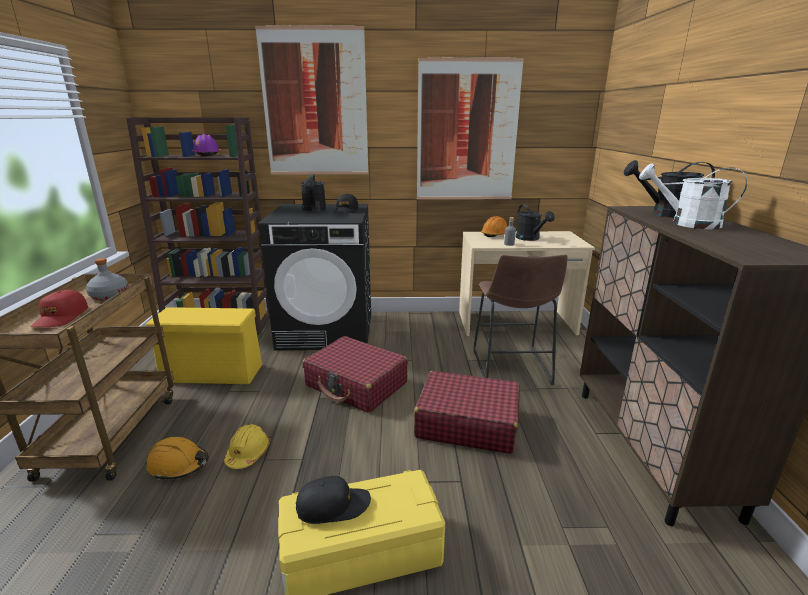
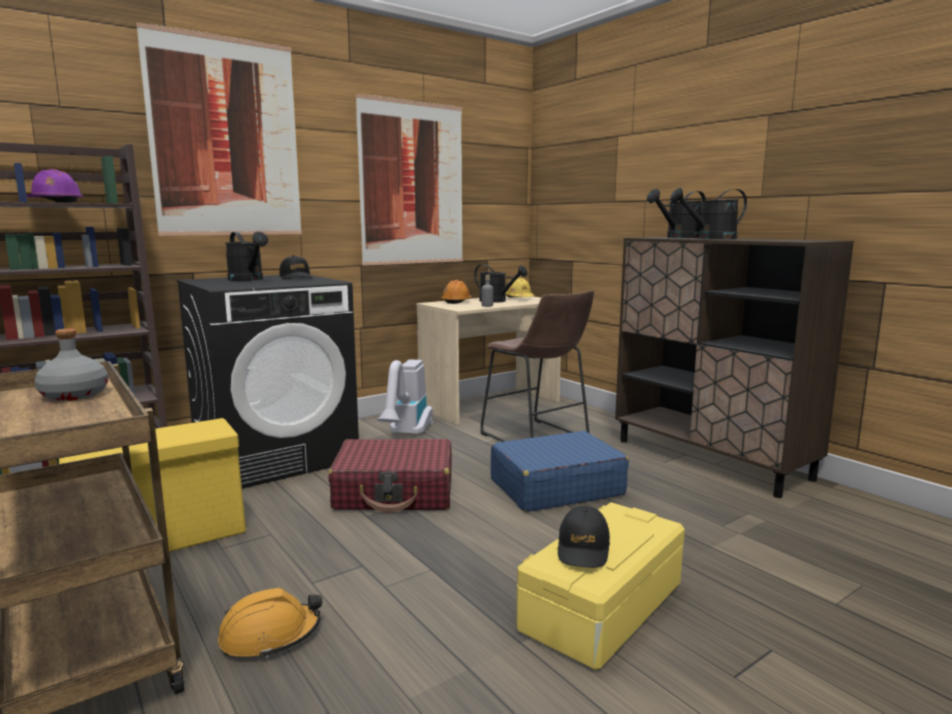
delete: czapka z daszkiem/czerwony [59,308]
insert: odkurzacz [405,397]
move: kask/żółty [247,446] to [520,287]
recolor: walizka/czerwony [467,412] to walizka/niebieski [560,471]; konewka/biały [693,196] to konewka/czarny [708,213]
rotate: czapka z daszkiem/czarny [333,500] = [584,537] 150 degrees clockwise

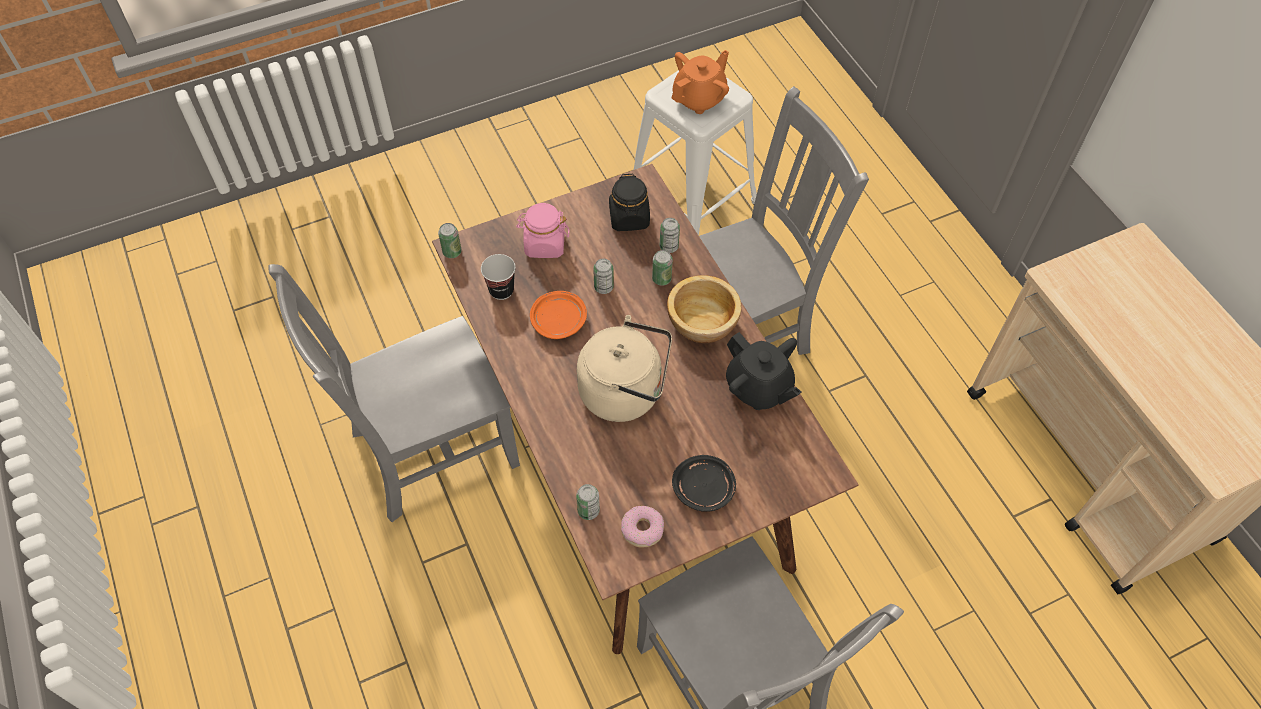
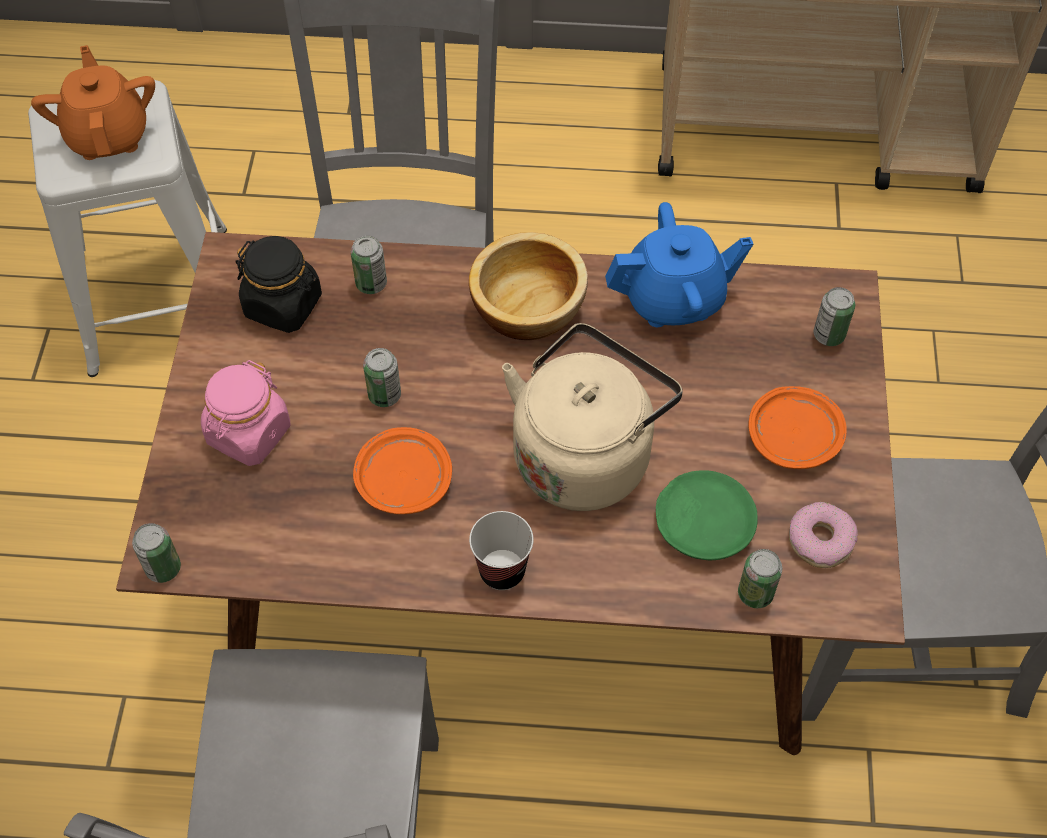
insert: talerz/zielony [707,515]
move: filiżanka [498,277] to [501,550]; puszka [662,268] to [834,316]
recolor: talerz/czarny [704,483] to talerz/pomarańczowy [798,427]; imbryk/czarny [763,371] to imbryk/niebieski [679,264]

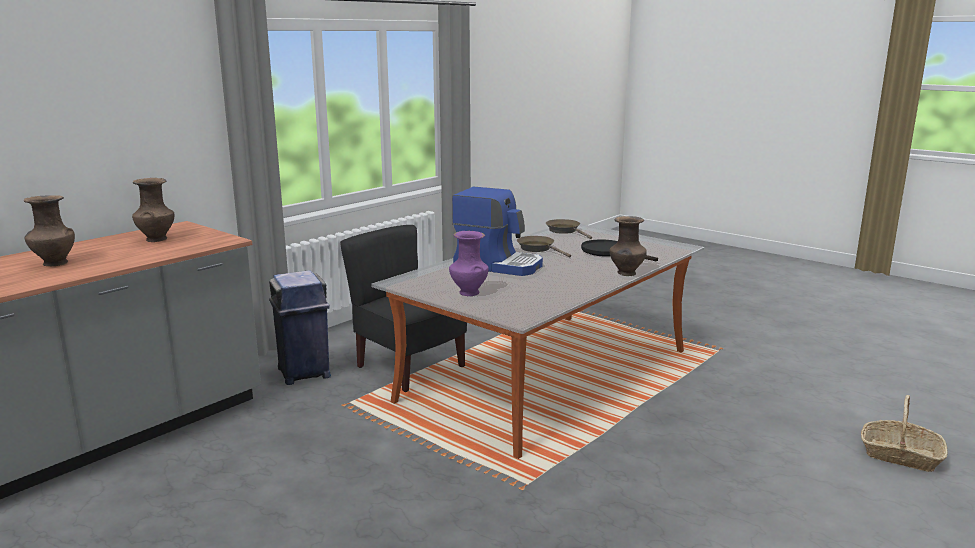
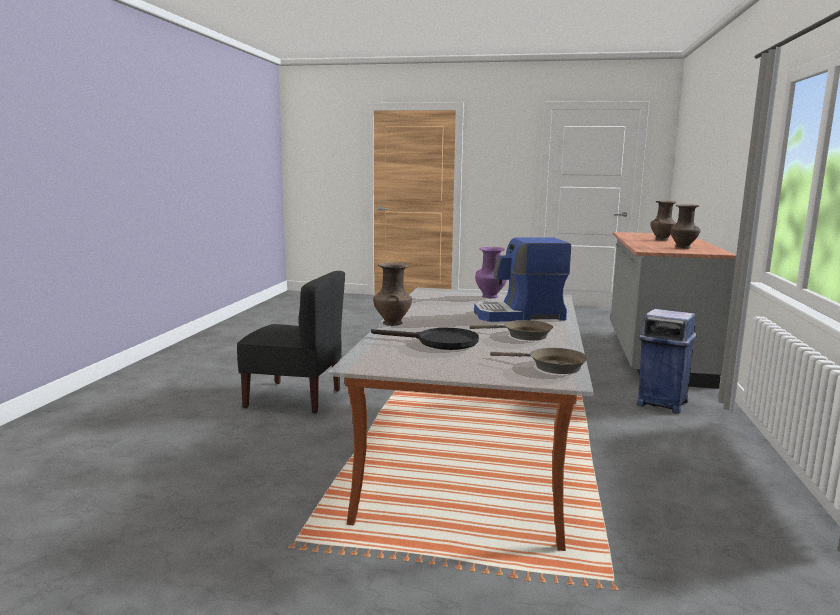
delete: koszyk [904,433]
move: krzesło/czarny [403,308] to [291,342]

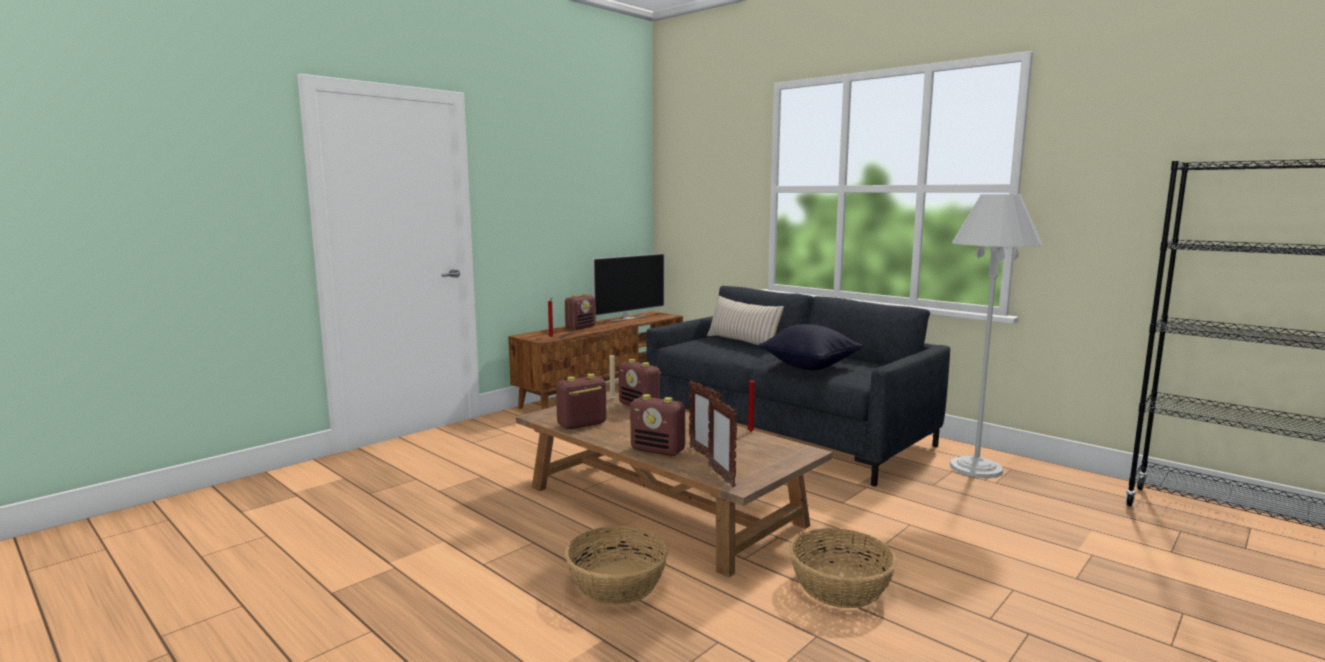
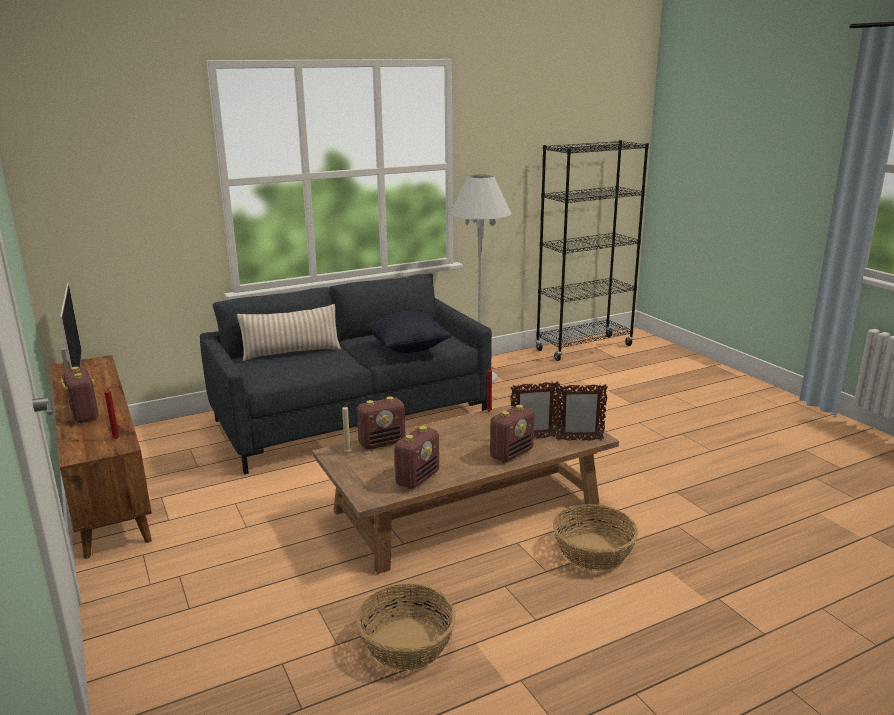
move: koszyk [843,568] to [406,627]
rotate: radio [581,401] = [416,457] 135 degrees counterclockwise

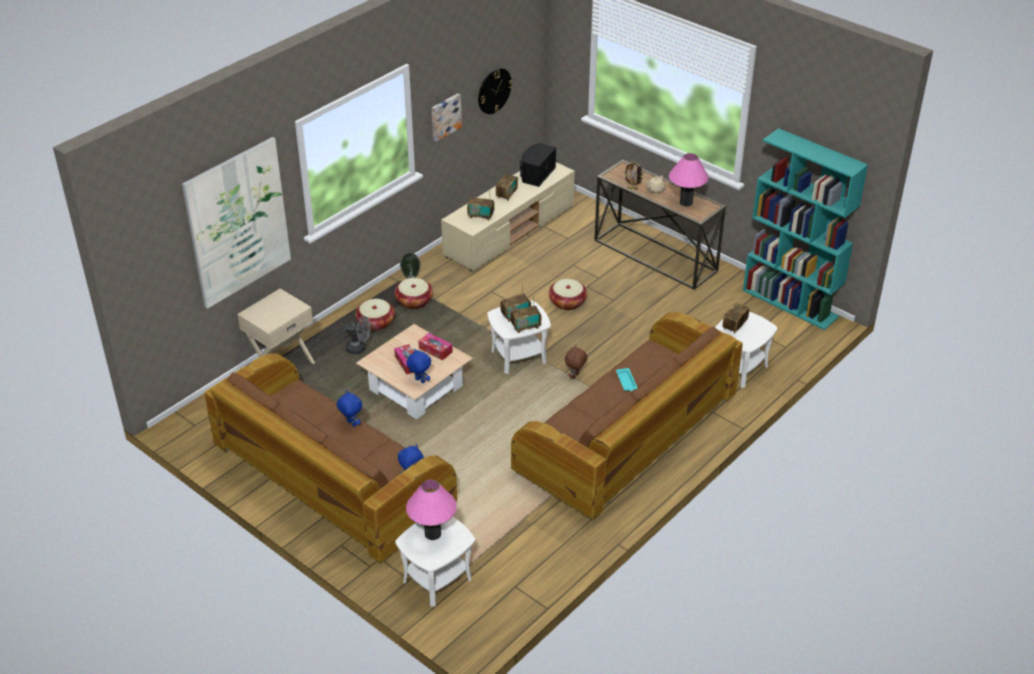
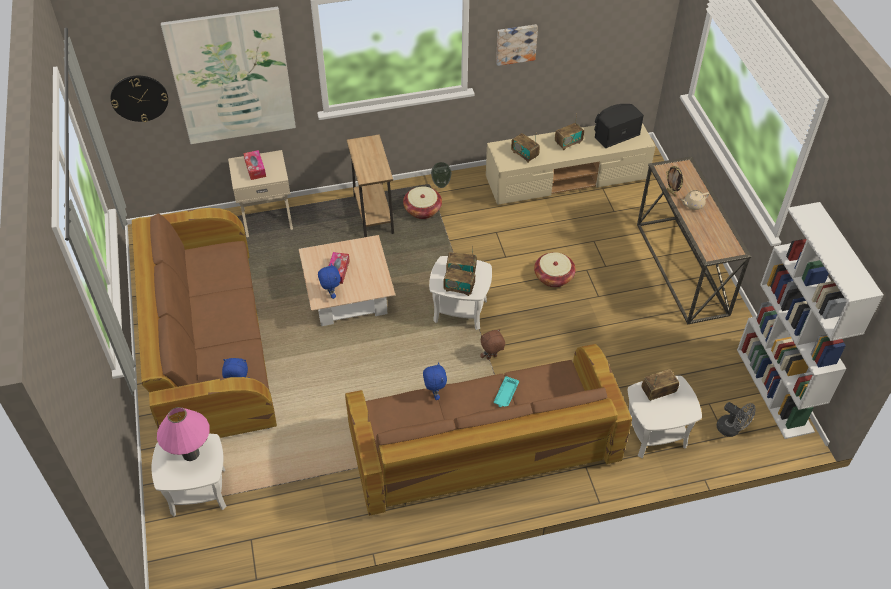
delete: lampa stołowa/różowy [689,180]
move: pluszak/niebieski [349,408] to [435,381]; wentylator/szary [357,335] to [736,419]; pudełko chusteczek [435,347] to [254,165]; zegar ścienny [495,91] to [139,99]
replace: koszyk [375,315] to stolik/brązowy [370,185]
recolor: regał/turkusowy [805,229] to regał/biały [810,320]

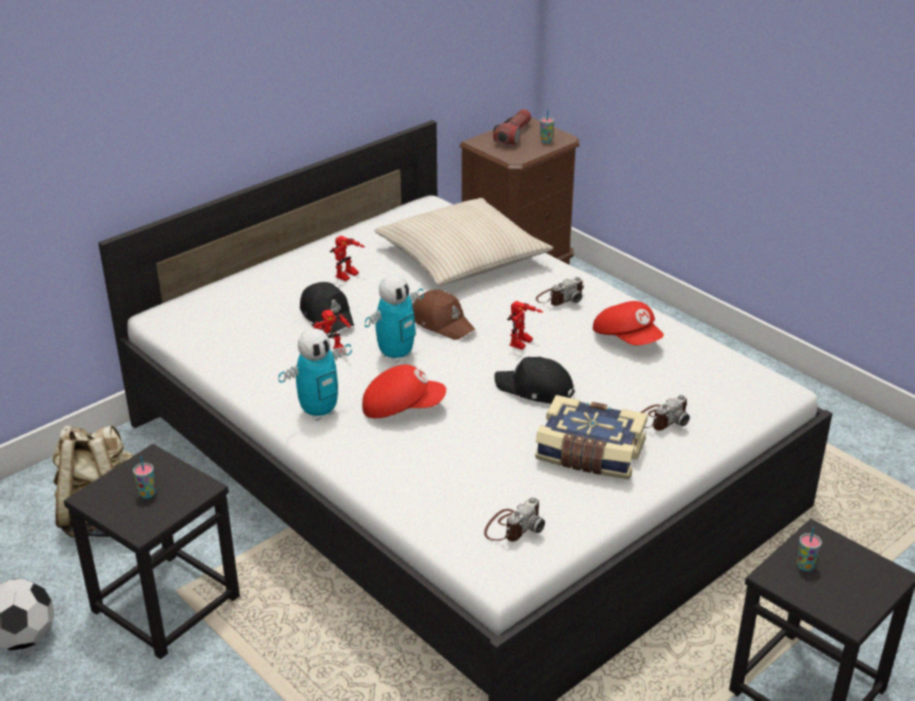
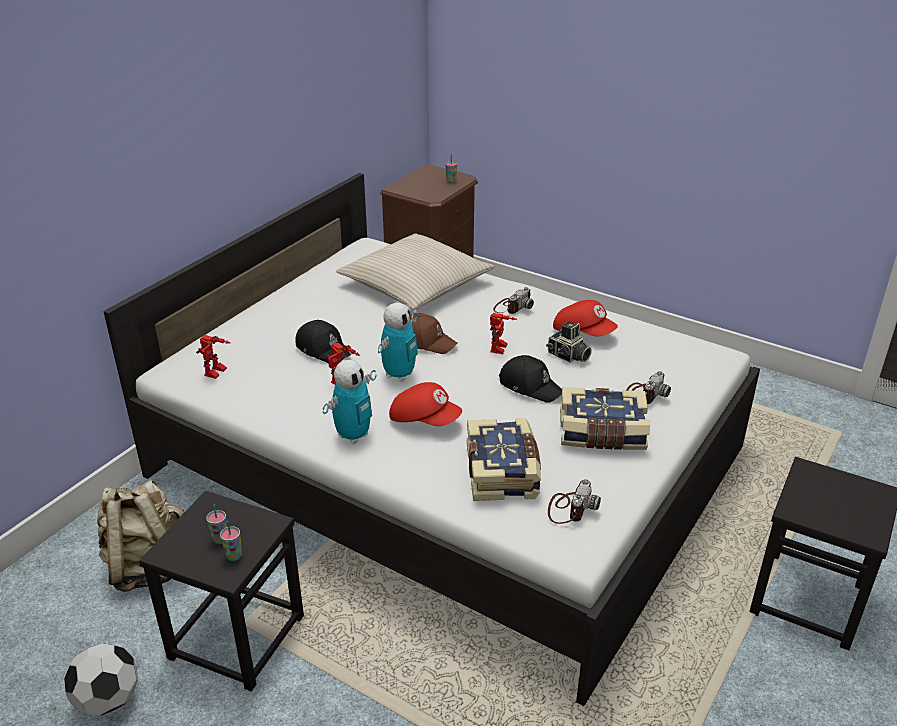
delete: latarka [512,127]
insert: książka [504,459]; aparat fotograficzny [569,342]
move: robot zabawkowy [347,258] to [213,357]; filiżanka [809,549] to [231,541]
rotate: czapka z daszkiem/czerwony [404,391] = [425,404] 45 degrees clockwise; czapka z daszkiem/czarny [534,380] = [530,379] 150 degrees counterclockwise

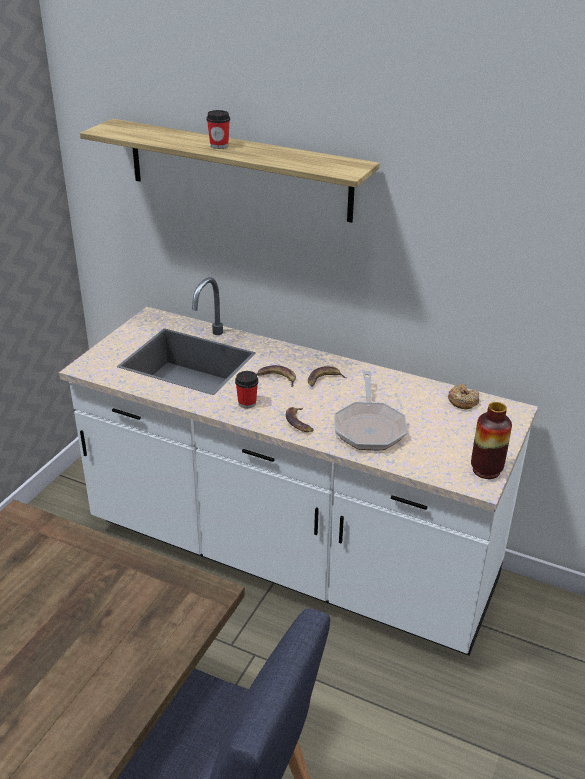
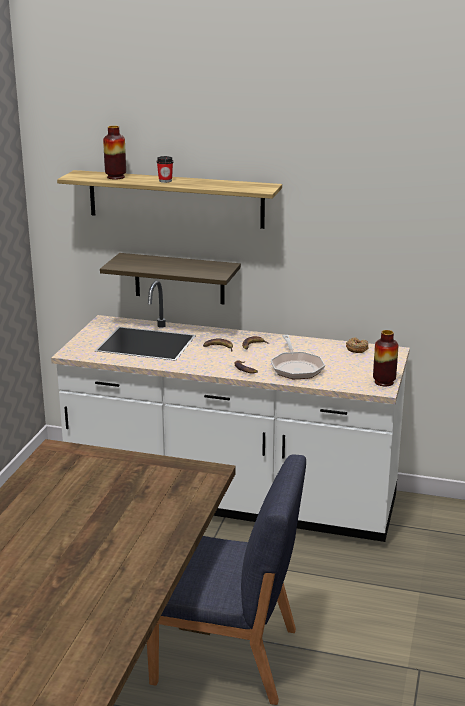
delete: filiżanka [246,389]
insert: półka [170,278]; wazon [114,153]

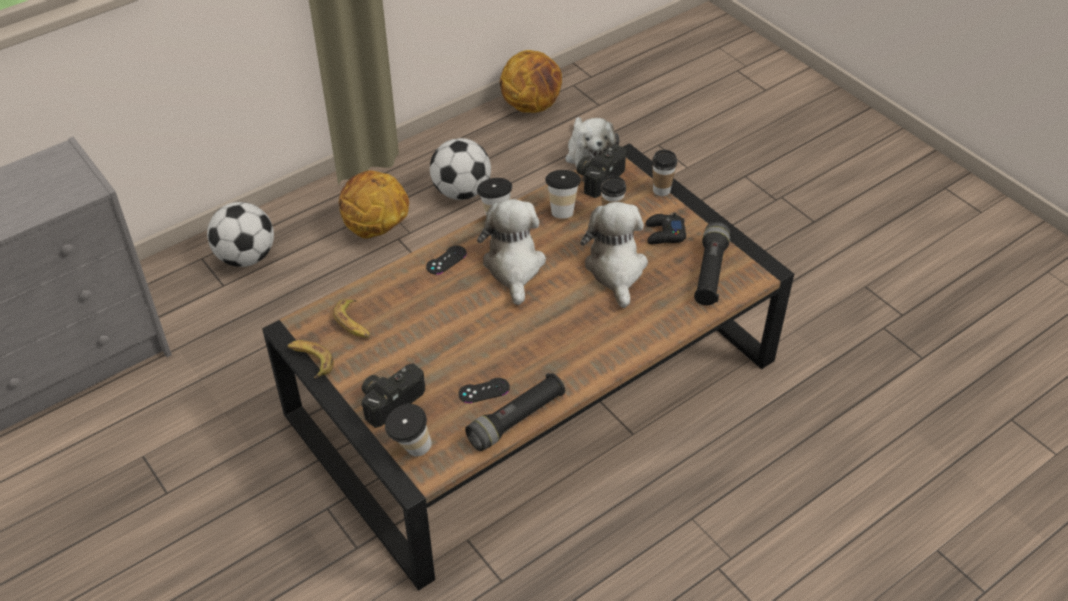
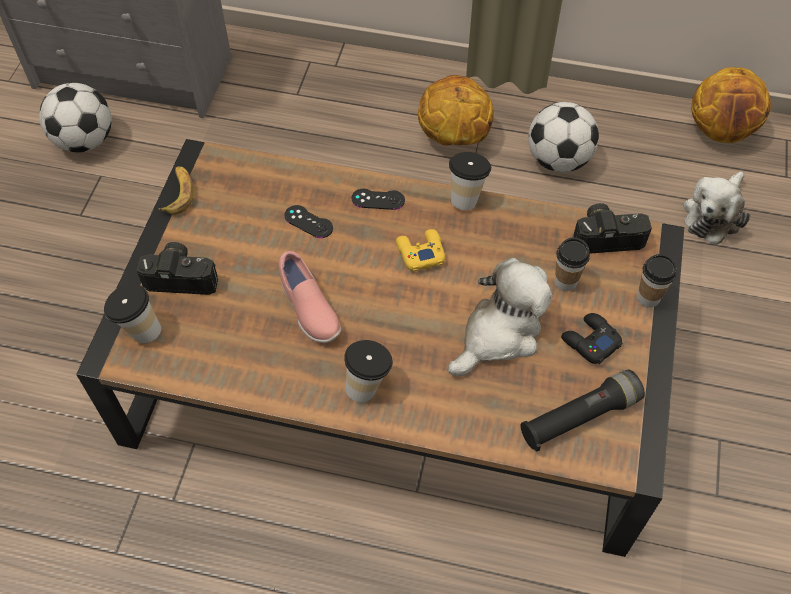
delete: banan [352,318]; latarka/czarny [515,412]
insert: but/różowy [310,297]
move: piłka futbolowa [240,234] to [75,117]; pad do gier/czarny [484,390] to [308,221]; filiżanka [563,194] to [368,371]
replace: pluszak [511,252] to pad do gier/żółty [420,250]

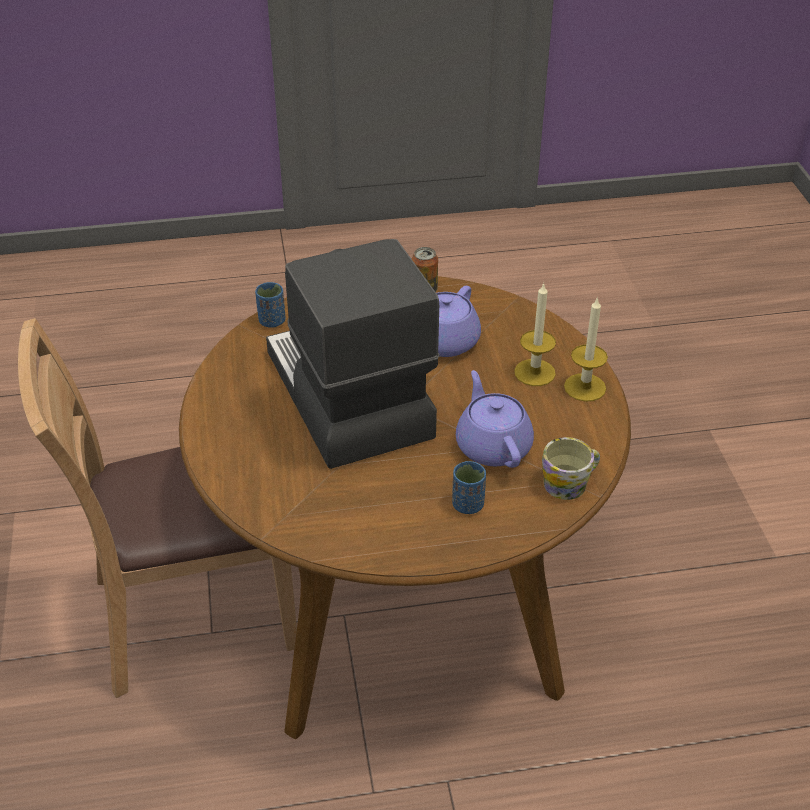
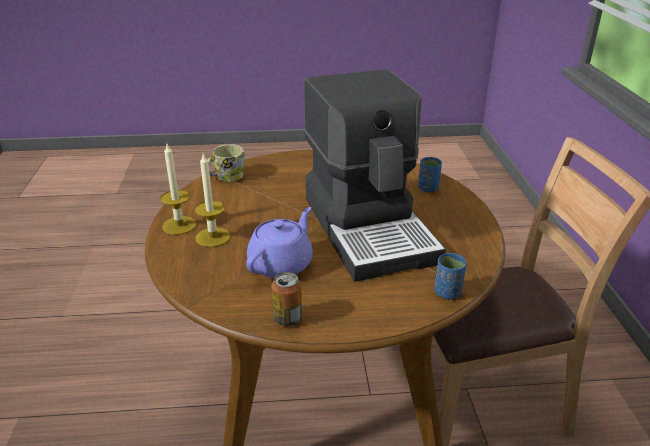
delete: imbryk/fioletowy [495,419]
move: filiżanka/niebieski [469,487] to [430,174]

